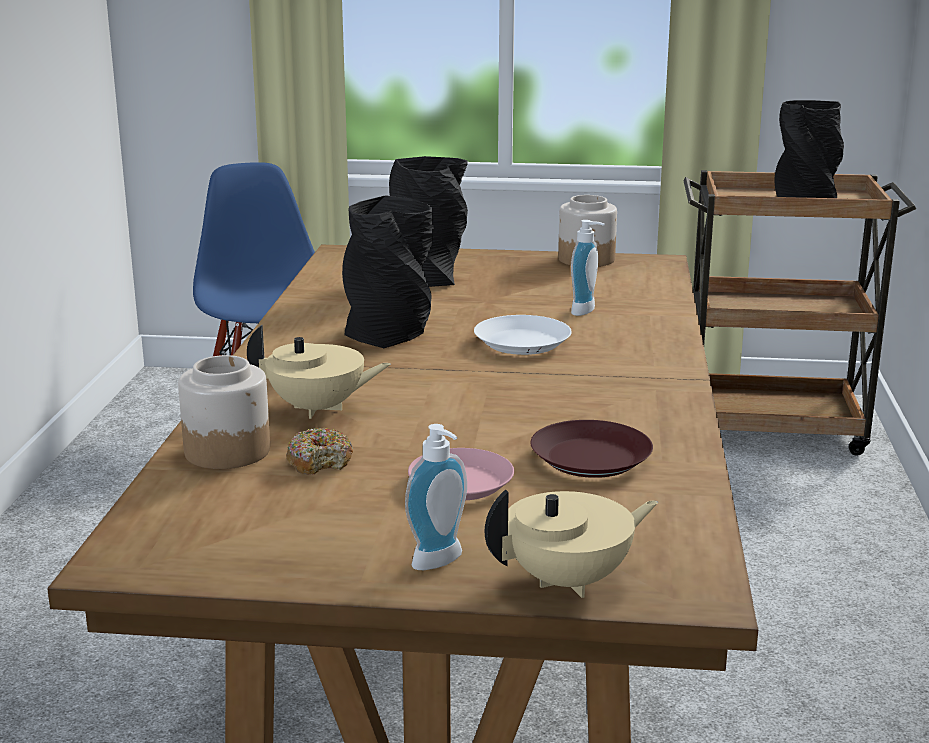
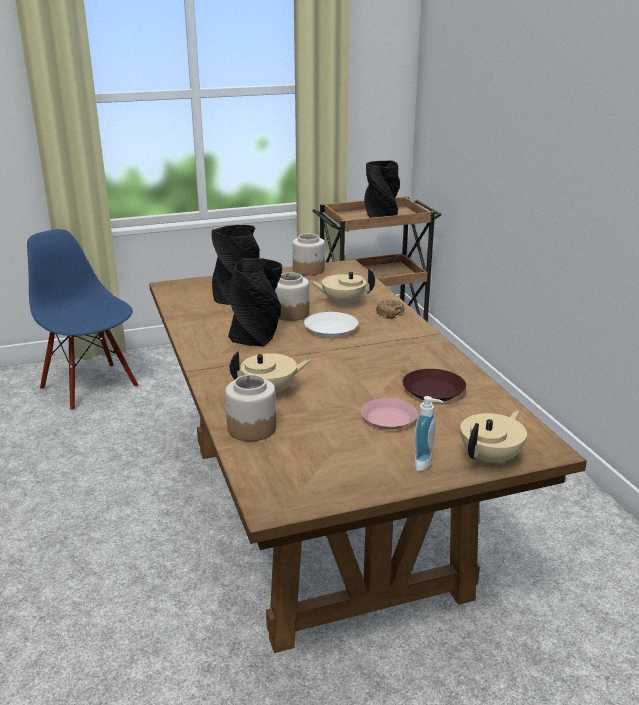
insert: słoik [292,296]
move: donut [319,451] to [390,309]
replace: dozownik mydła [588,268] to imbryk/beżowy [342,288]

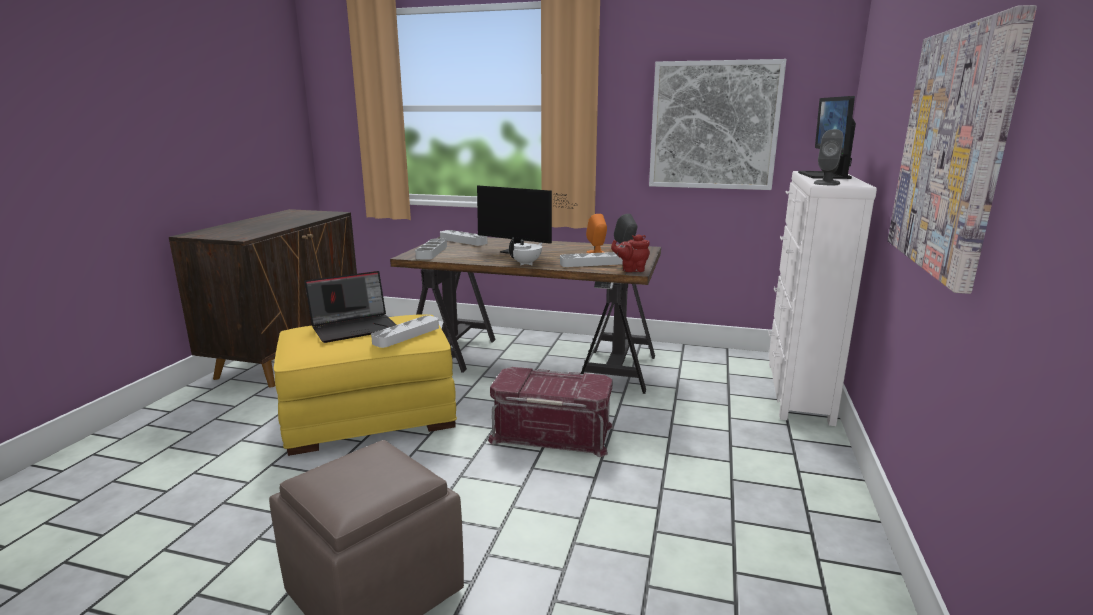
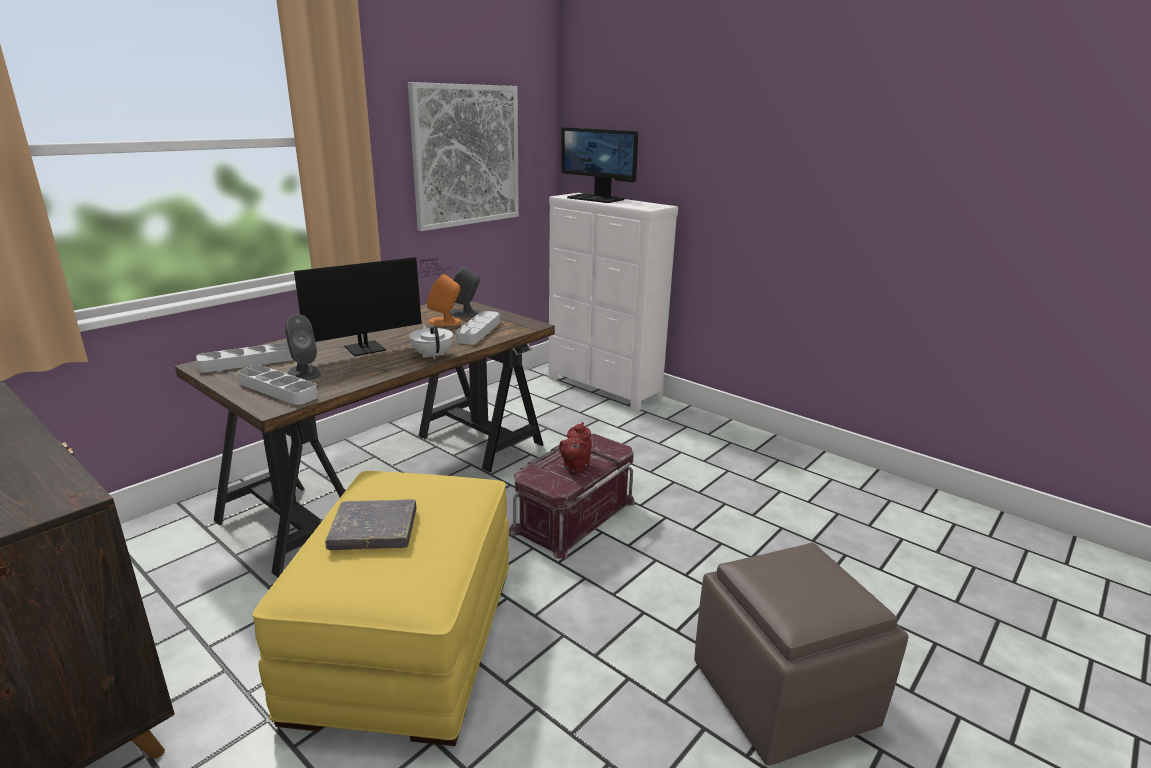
delete: taca/szary [405,331]; obraz [962,149]
move: imbryk/czerwony [630,253] to [575,447]; głośnik/szary [828,157] to [303,348]
replace: laptop [350,307] to książka/szary [370,524]

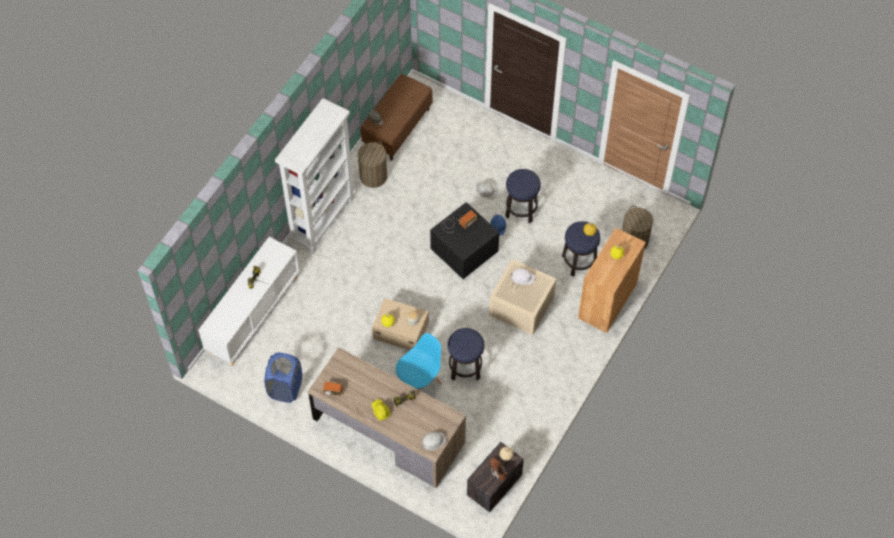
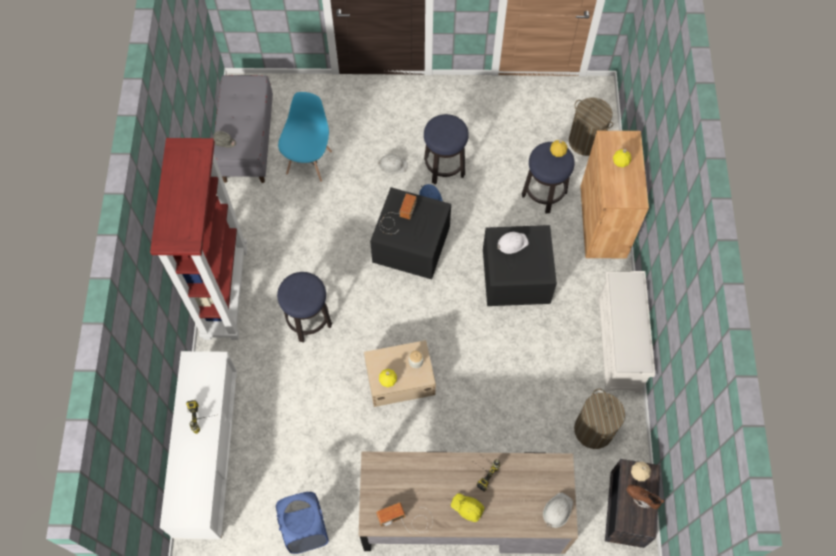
insert: regał na buty/biały [626,332]
move: kosz na pranie [372,165] to [599,419]; krzesło/niebieski [419,362] to [305,137]; stołek [466,354] to [304,307]
recolor: regał/biały [315,176] to regał/czerwony [198,239]; ławka/brązowy [396,117] to ławka/szary [243,129]; pojemnik do przechowywania/beżowy [522,297] to pojemnik do przechowywania/czarny [520,265]

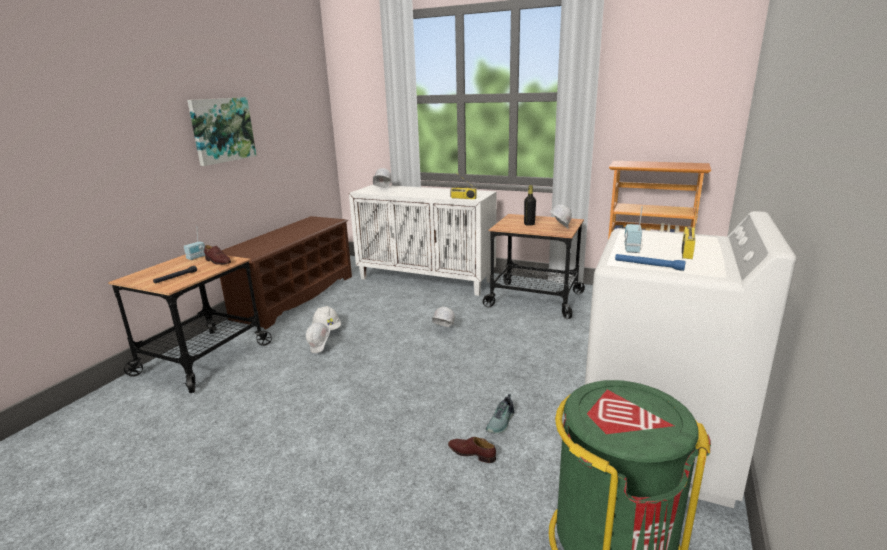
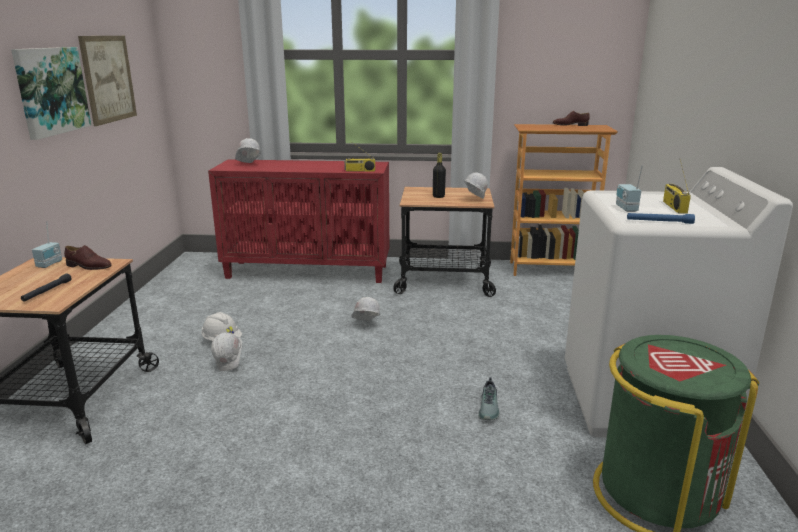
delete: regał na buty/brązowy [286,272]
insert: obraz [107,81]
move: but/brązowy [472,450] to [571,118]
recolor: szafka/biały [423,240] to szafka/czerwony [298,221]

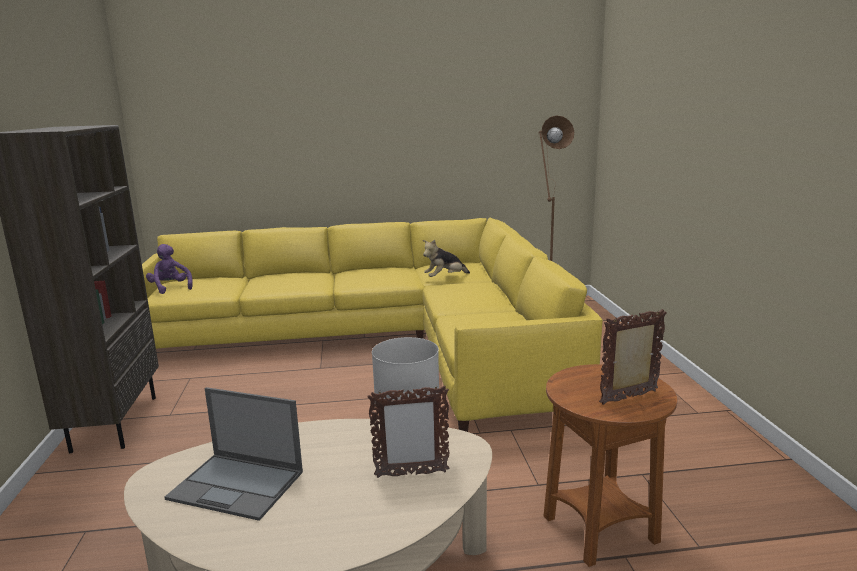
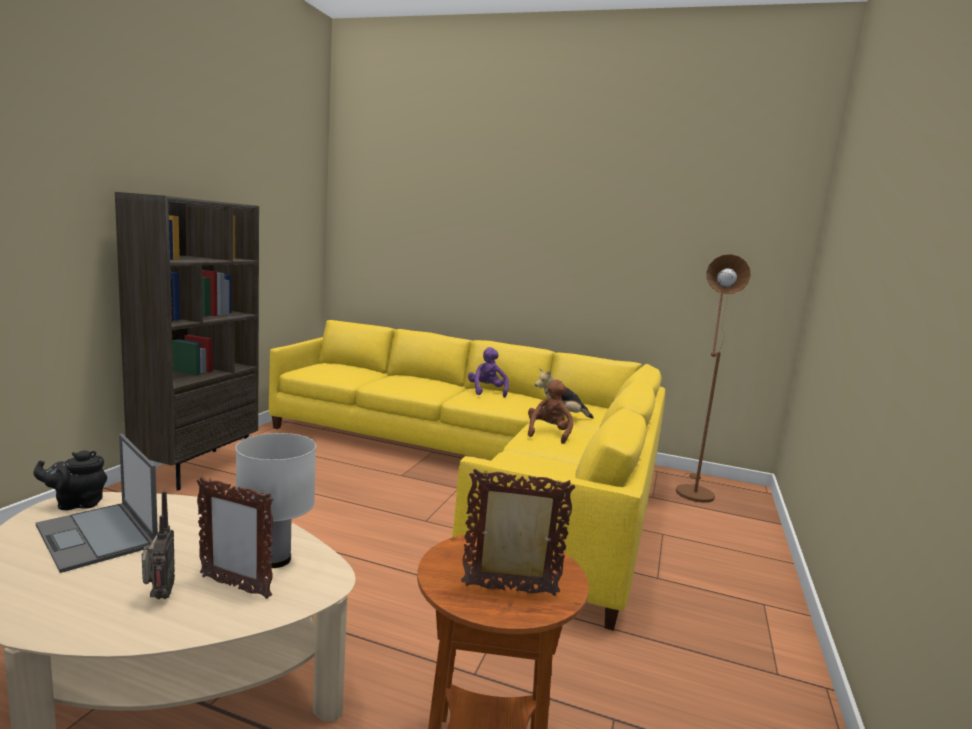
insert: imbryk/czarny [70,480]; radio [158,545]; pluszak/brązowy [551,412]
move: pluszak/fioletowy [169,269] to [488,372]

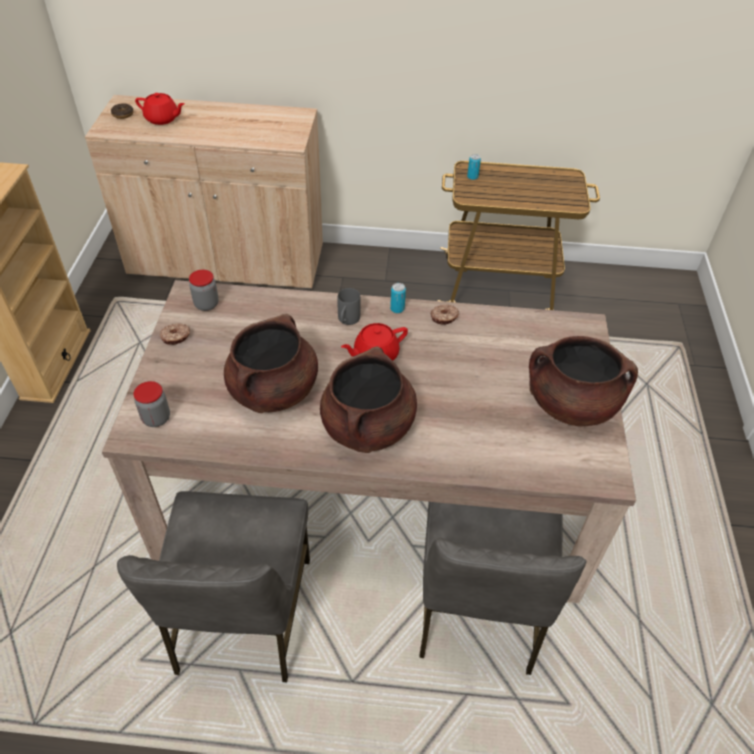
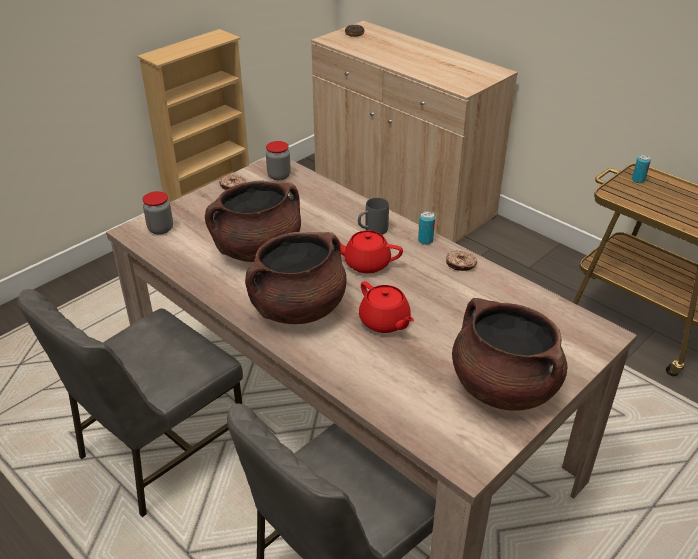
move: imbryk/czerwony [160,109] to [386,307]

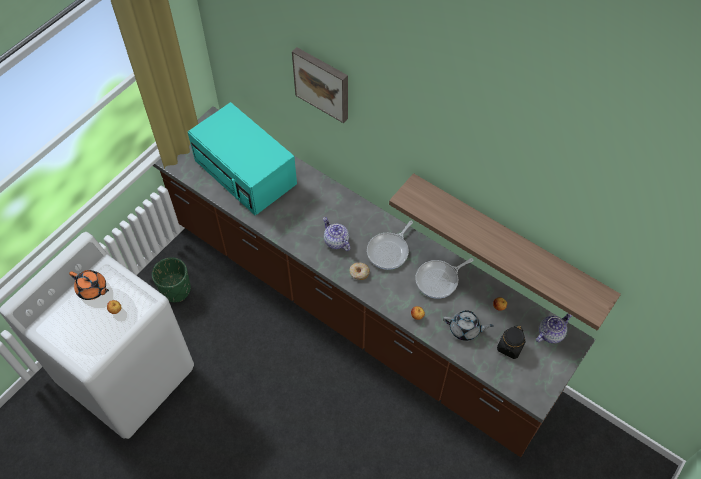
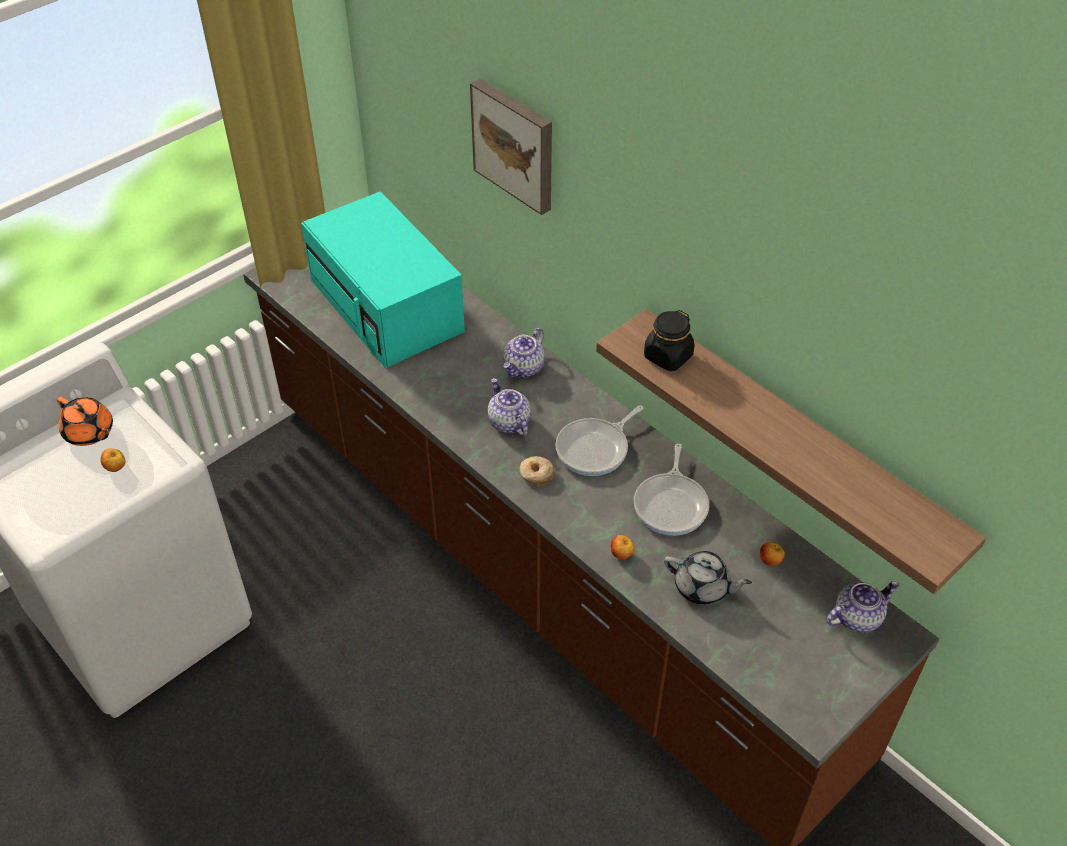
delete: donica/zielony [171,279]
insert: imbryk [524,352]
move: słoik/czarny [511,342] to [669,340]
rotate: patelnia [444,278] = [671,490] 60 degrees counterclockwise

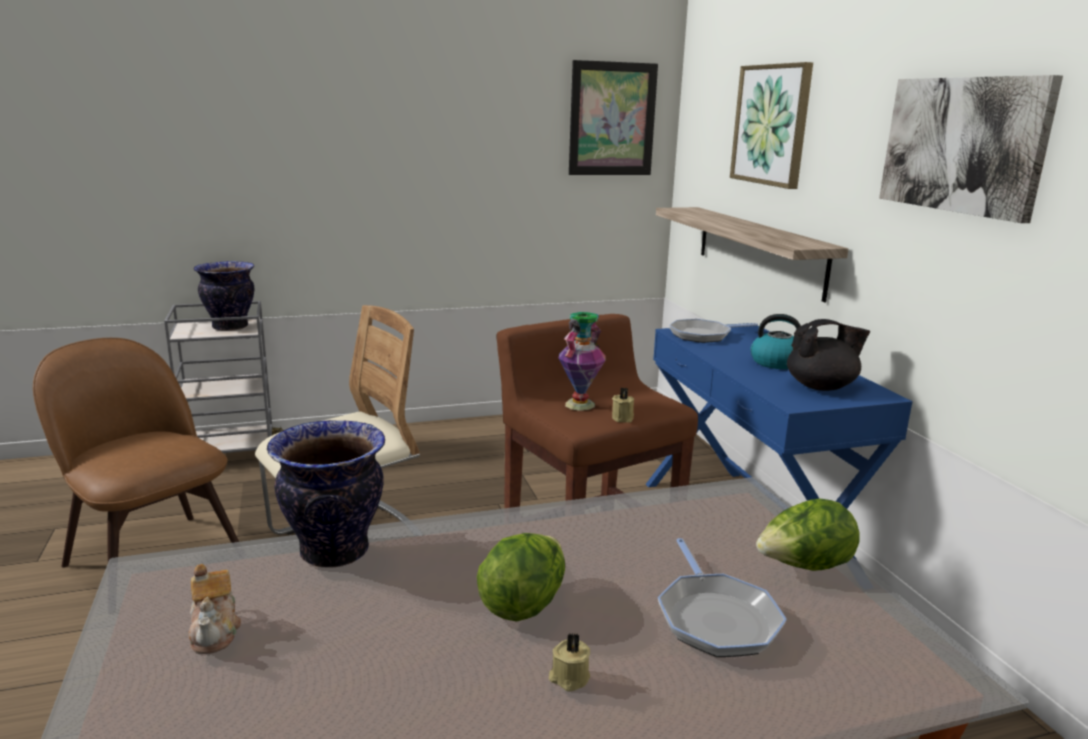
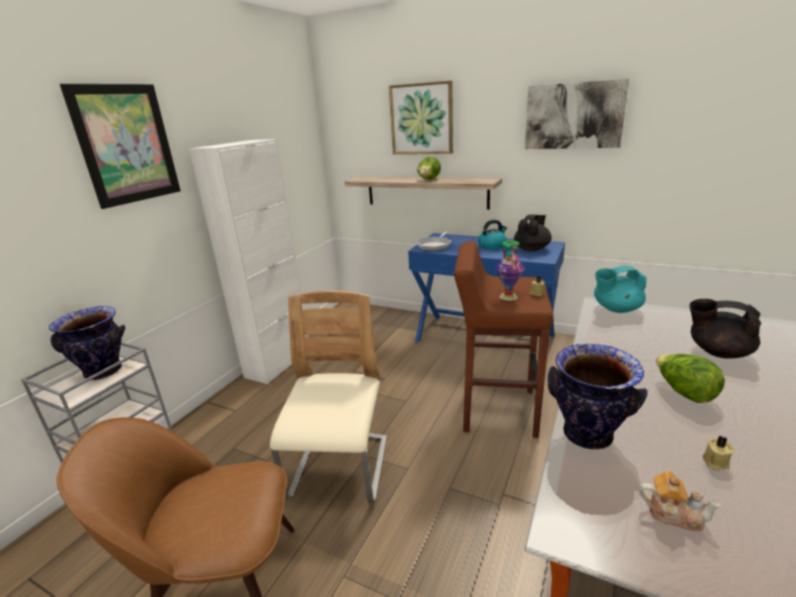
insert: szafka/biały [249,261]; imbryk/turkusowy [620,289]
move: świeca/beżowy [569,662] to [718,453]; obraz [613,117] to [120,146]; sałata [808,535] to [429,168]
replace: patelnia [722,597] to imbryk/czarny [725,328]

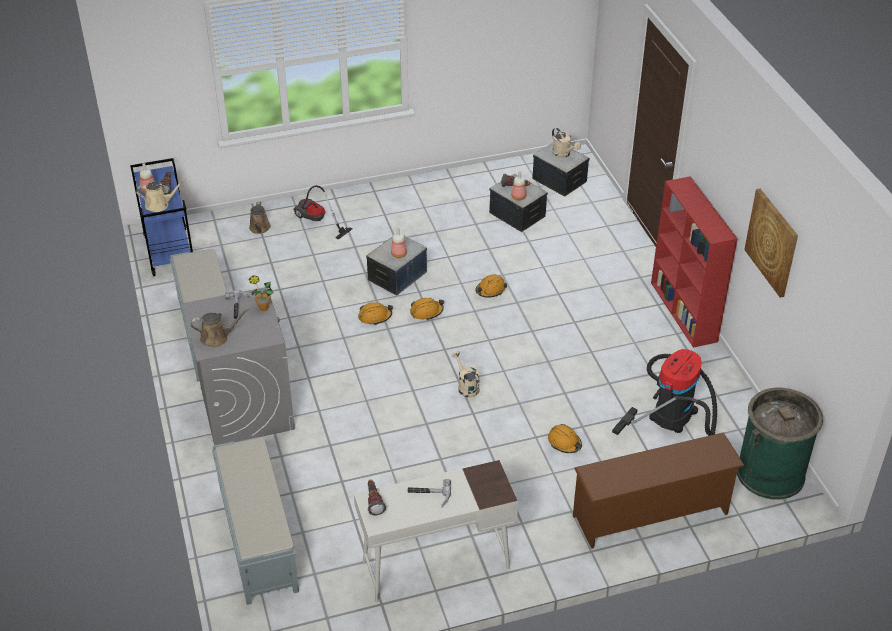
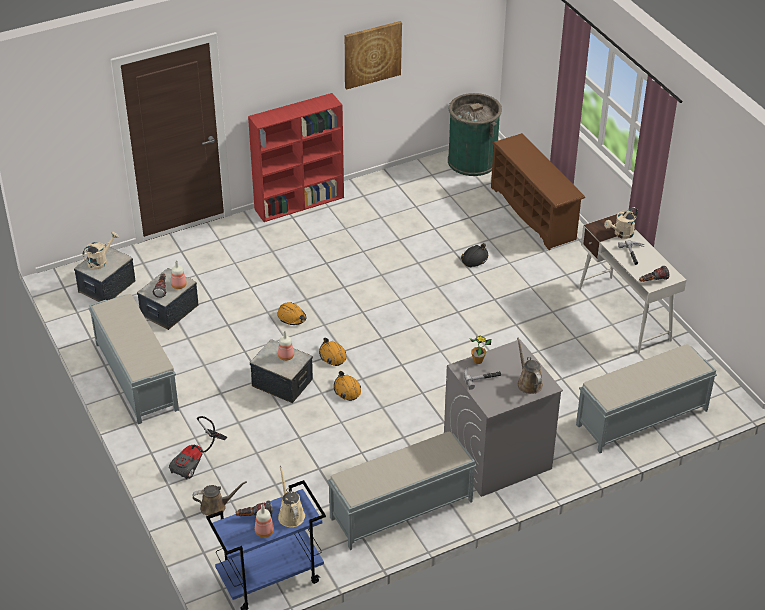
delete: odkurzacz [664,392]
insert: ławka/szary [134,359]
move: konewka/beżowy [466,374] to [621,223]
recolor: kask/pomarańczowy [565,438] to kask/czarny [474,255]

